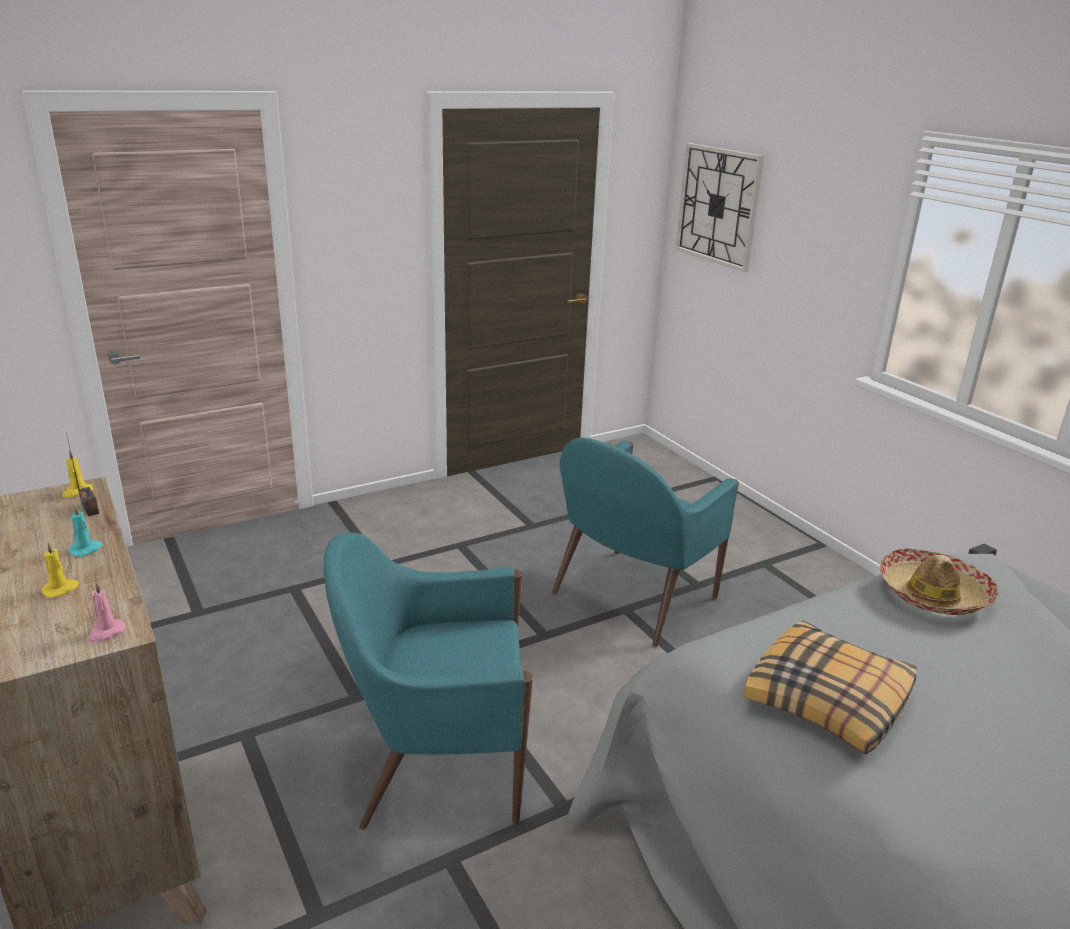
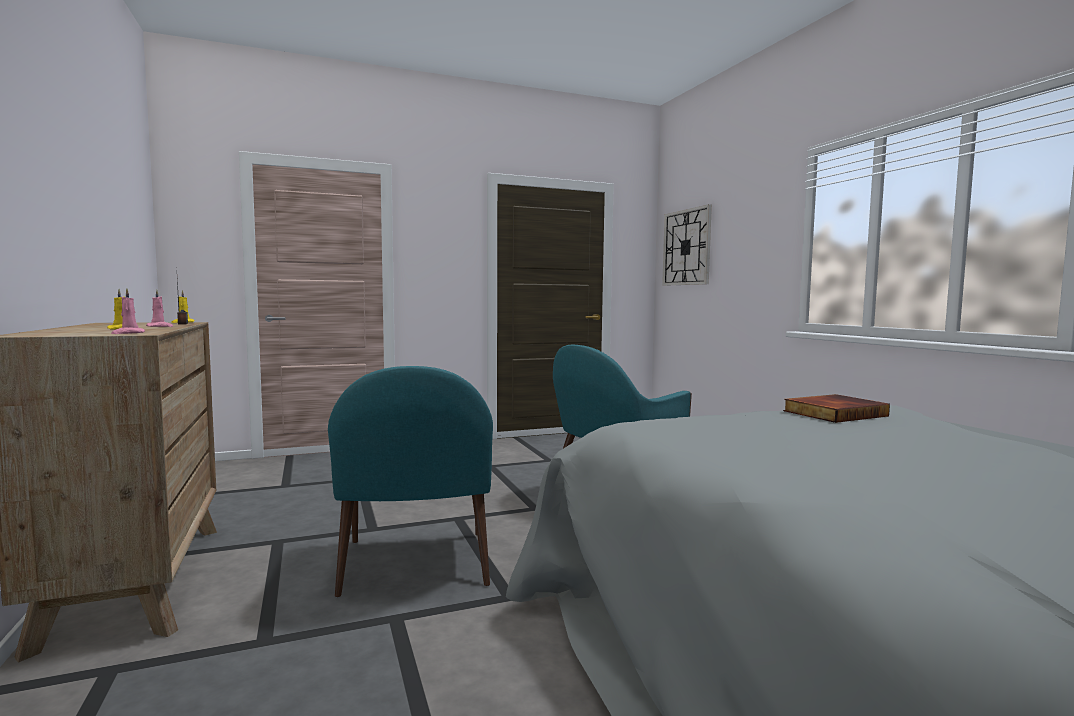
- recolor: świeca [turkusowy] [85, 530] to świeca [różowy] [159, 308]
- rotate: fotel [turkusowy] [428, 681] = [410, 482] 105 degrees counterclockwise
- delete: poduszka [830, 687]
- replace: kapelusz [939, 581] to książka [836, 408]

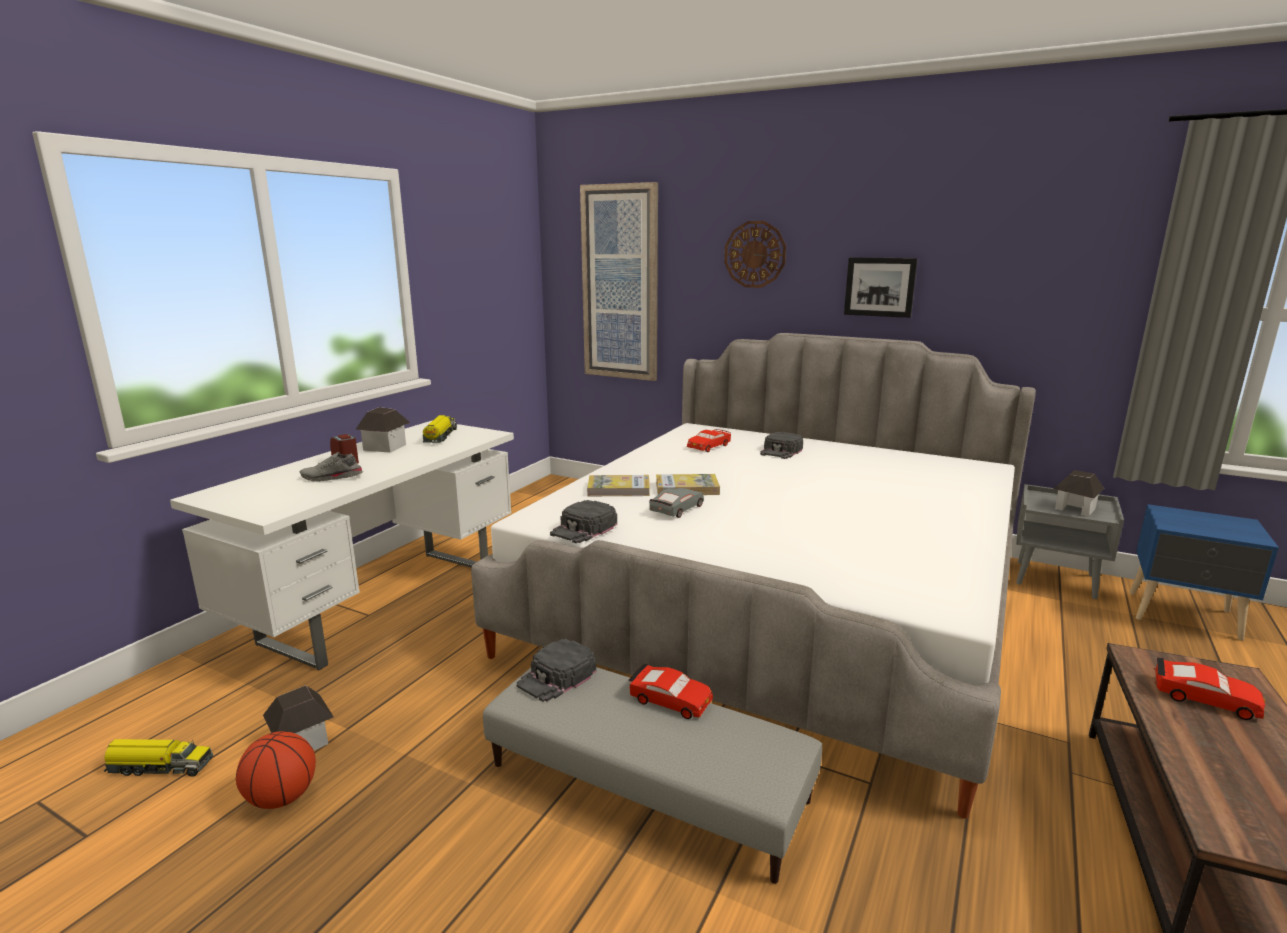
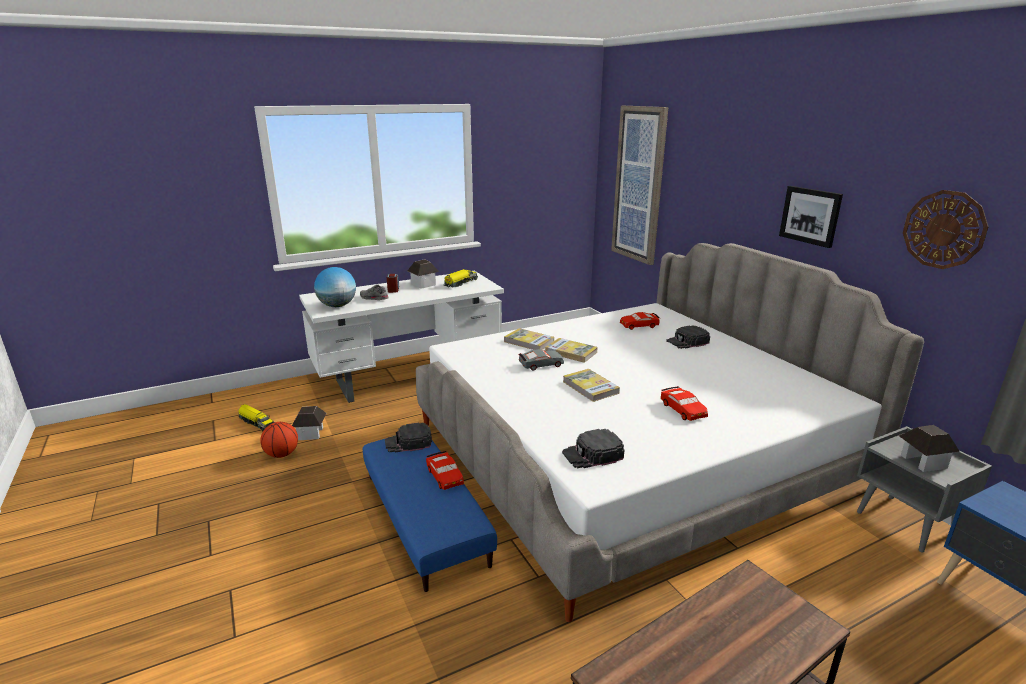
- recolor: pufa [szary] [652, 775] to pufa [niebieski] [430, 515]
- move: czapka z daszkiem [czarny] [583, 521] to [593, 448]
- move: zegar ścienny [755, 254] to [945, 229]
- move: samochodzik [czerwony] [1209, 689] to [684, 403]
- insert: globus [335, 287]
- insert: książka [591, 385]

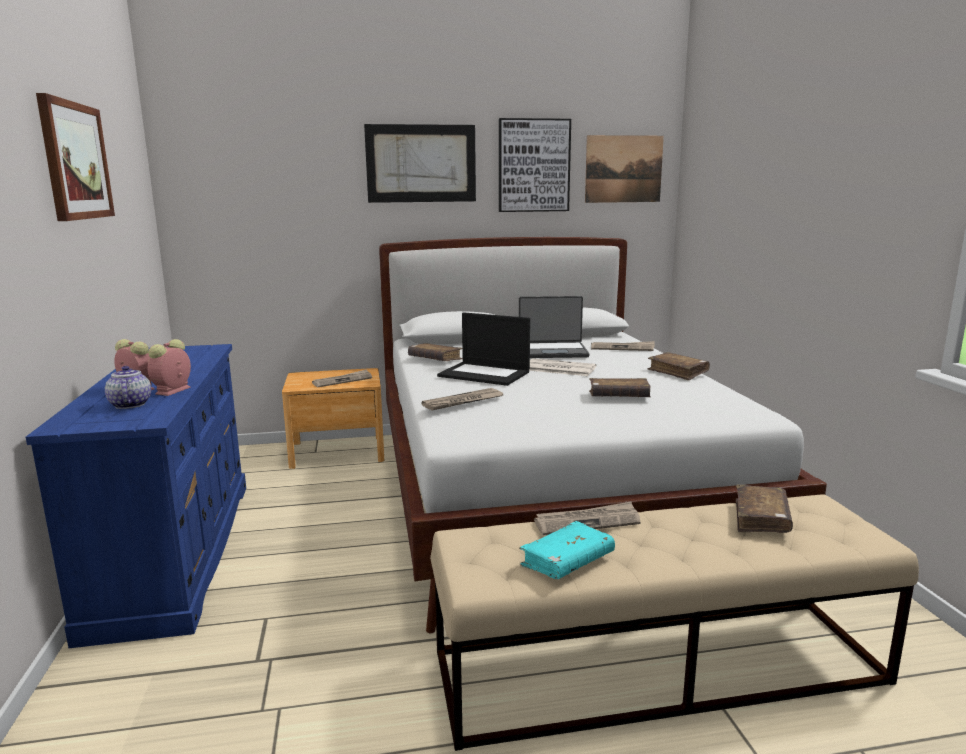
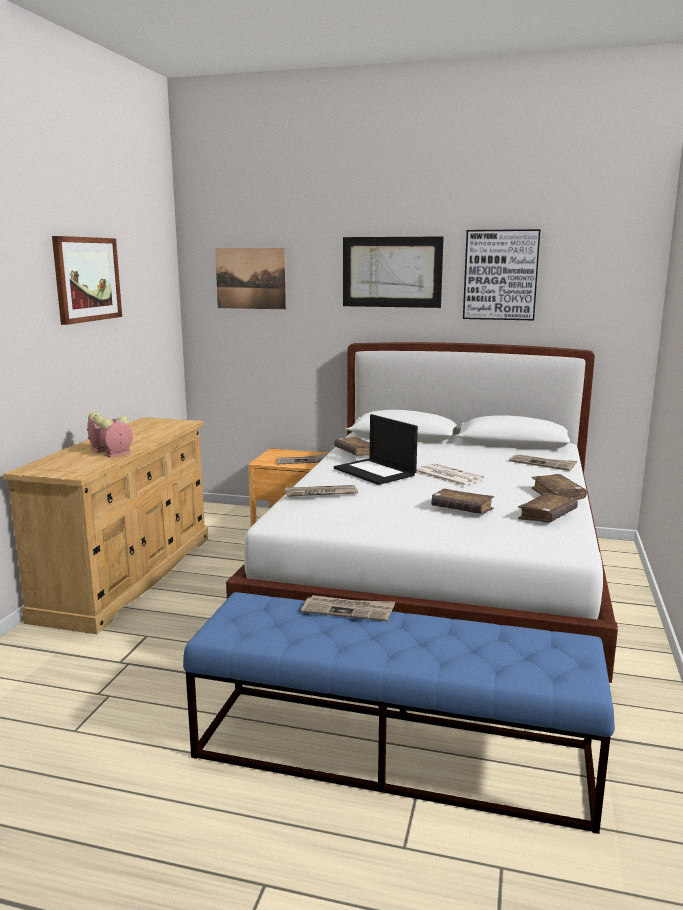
- recolor: komoda [niebieski] [136, 496] to komoda [beżowy] [105, 525]
- delete: imbryk [128, 387]
- recolor: ławka [beżowy] [674, 622] to ławka [niebieski] [399, 713]
- delete: laptop [554, 327]
- delete: książka [turkusowy] [567, 550]
- move: obraz [624, 169] to [250, 278]
- move: książka [brązowy] [764, 508] to [548, 508]

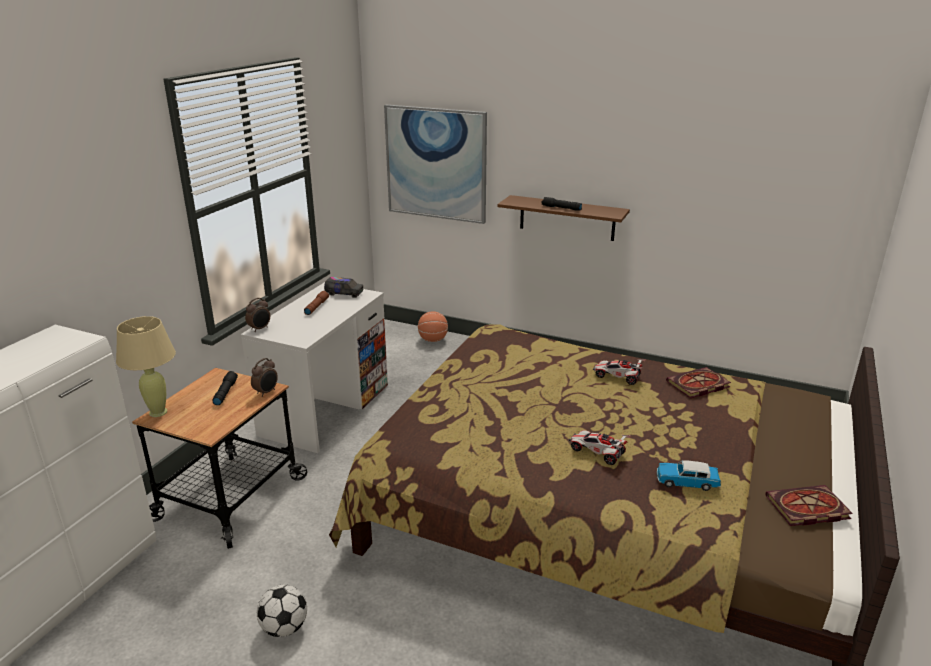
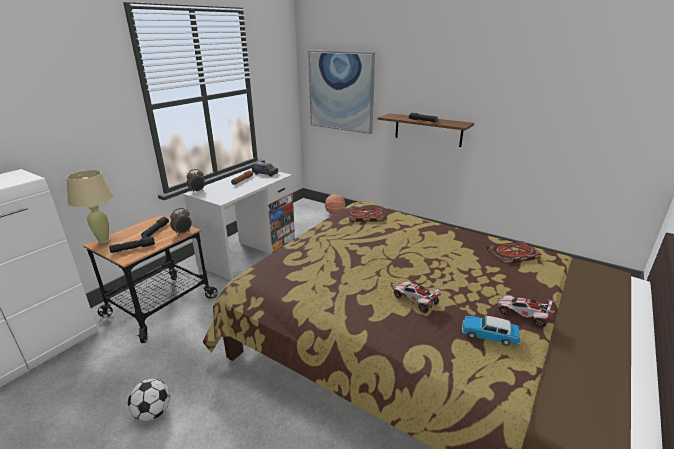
- move: samochodzik [619, 372] to [527, 311]
- move: książka [809, 505] to [366, 215]
- insert: latarka [czarny] [132, 245]

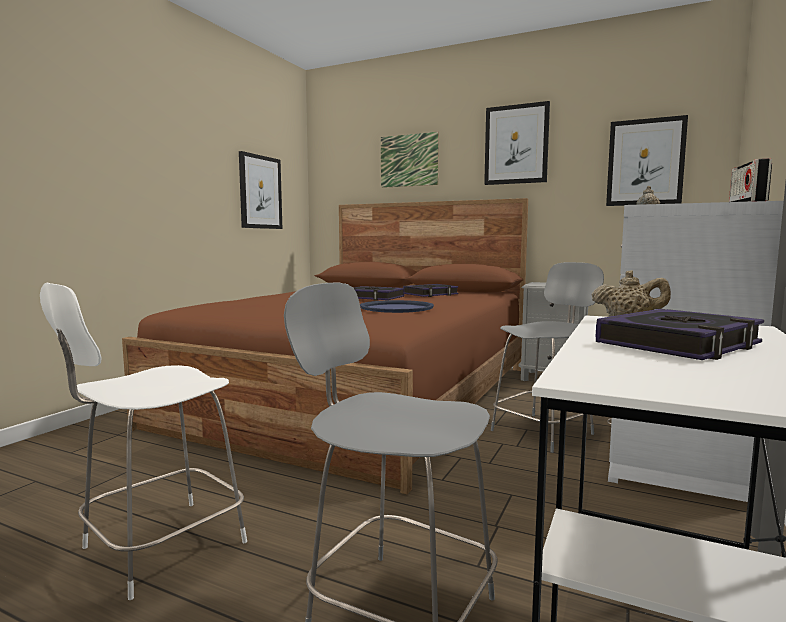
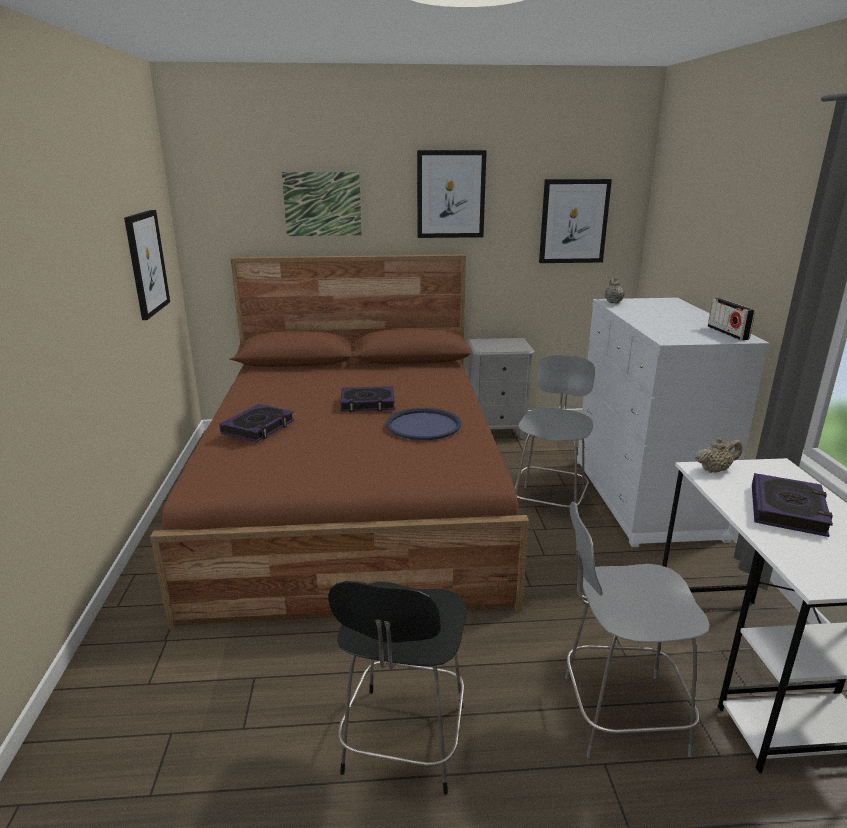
- recolor: krzesło [biały] [143, 441] to krzesło [czarny] [397, 688]
- move: książka [431, 290] to [257, 423]

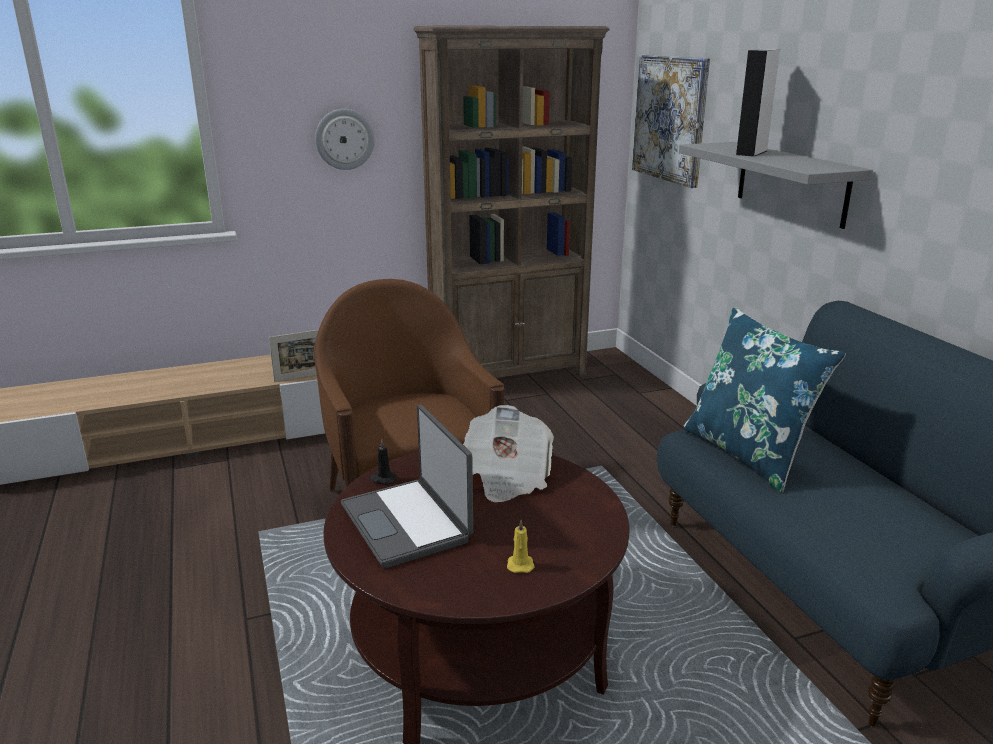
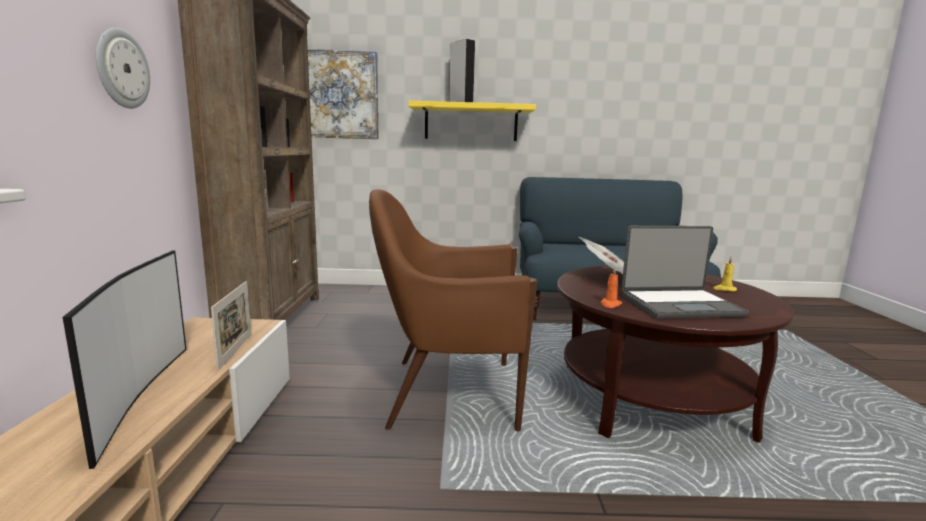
- recolor: świeca [czarny] [383, 462] to świeca [pomarańczowy] [611, 287]
- recolor: półka [szary] [776, 185] to półka [żółty] [472, 121]
- delete: poduszka [niebieski] [764, 400]
- insert: telewizor [125, 360]

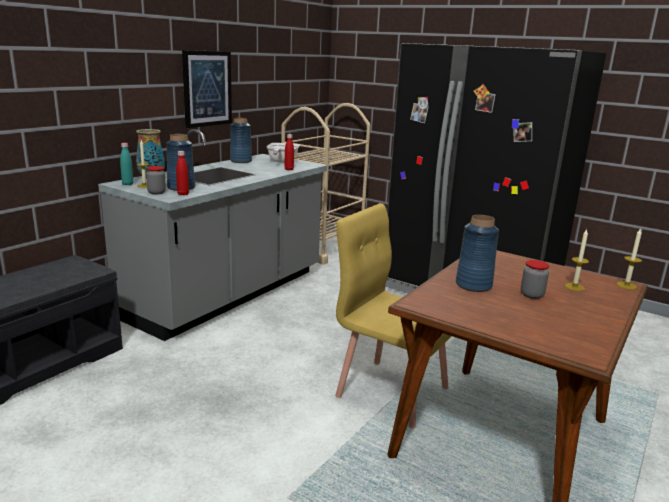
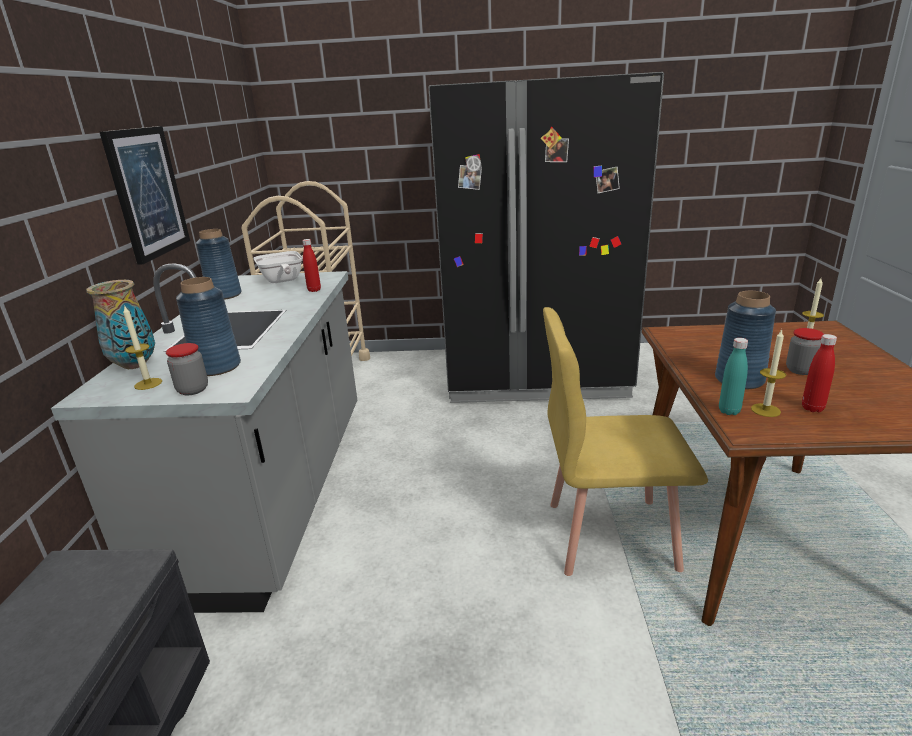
- move: butelka [turkusowy] [126, 164] to [733, 376]
- move: butelka [czerwony] [182, 173] to [819, 373]
- move: świeca [629, 259] to [768, 373]

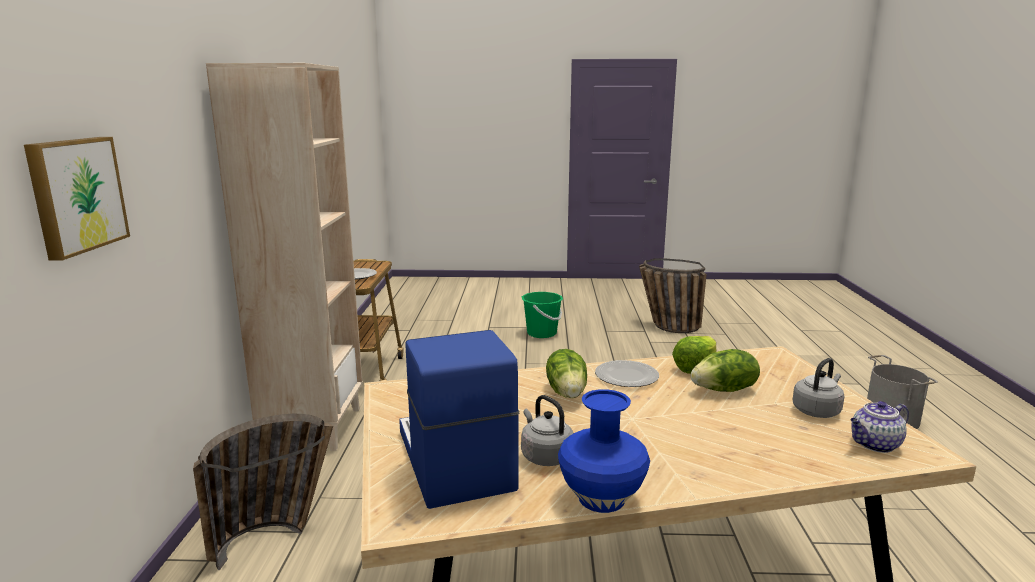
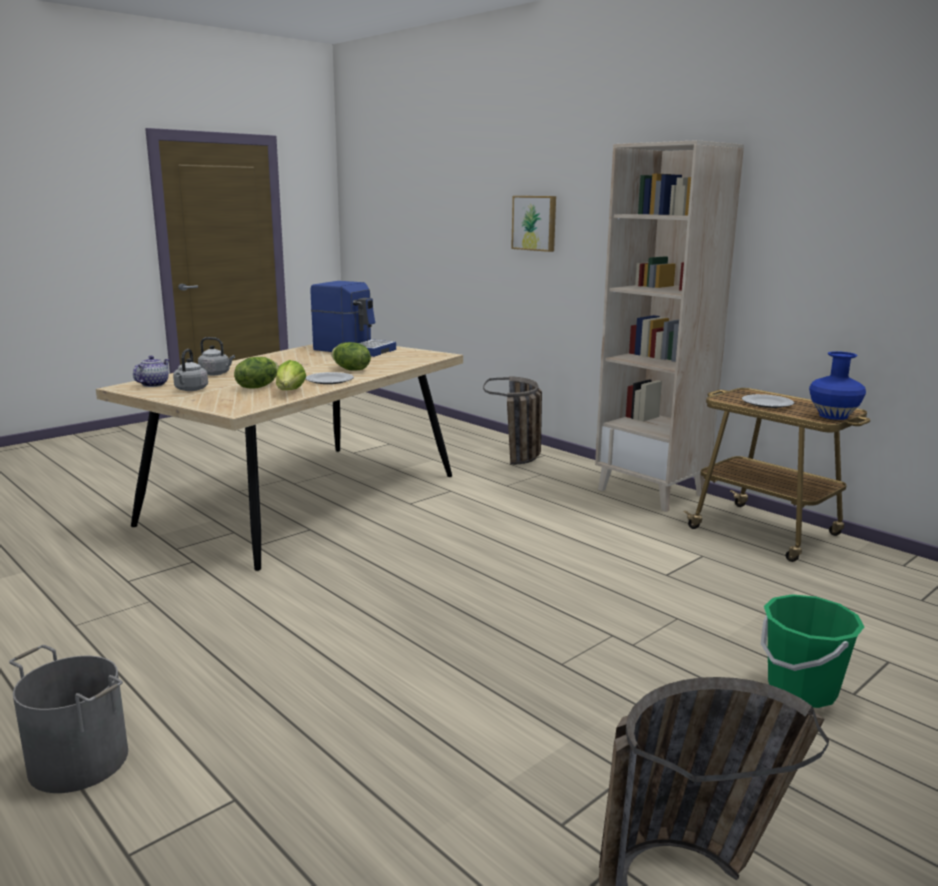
- move: czajnik [szary] [547, 430] to [216, 356]
- move: wazon [niebieski] [604, 451] to [837, 385]

